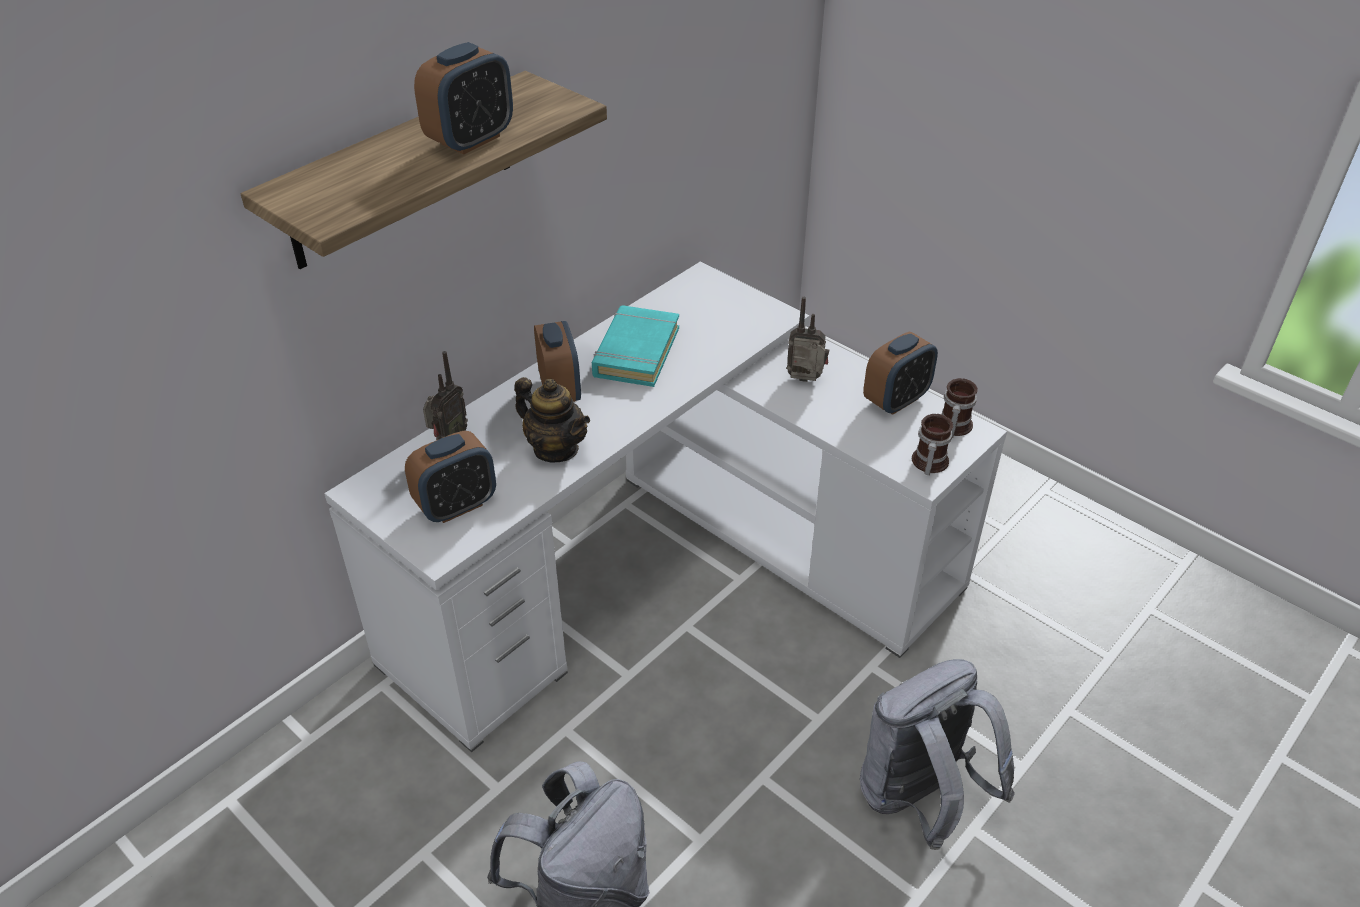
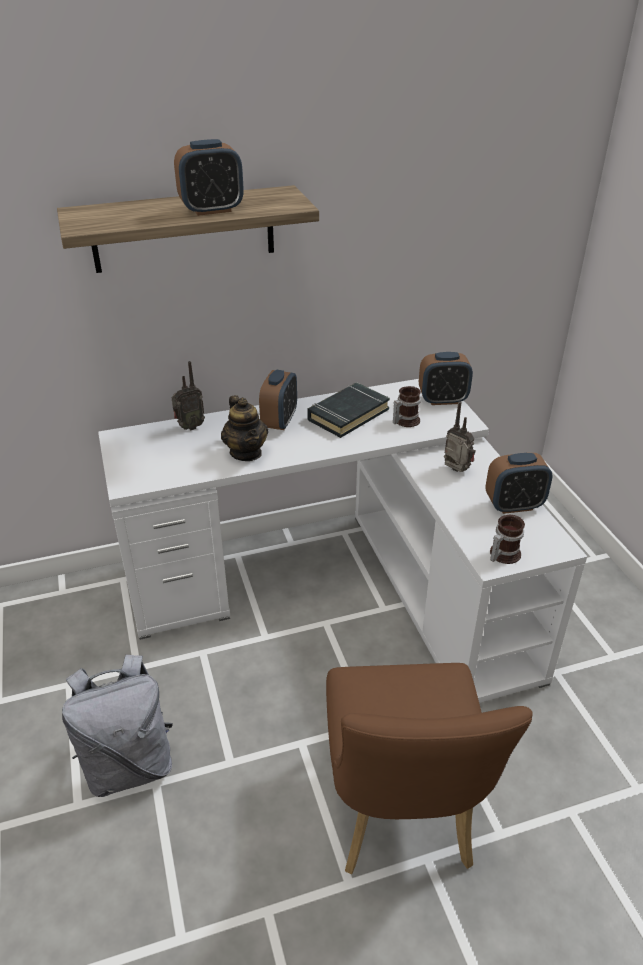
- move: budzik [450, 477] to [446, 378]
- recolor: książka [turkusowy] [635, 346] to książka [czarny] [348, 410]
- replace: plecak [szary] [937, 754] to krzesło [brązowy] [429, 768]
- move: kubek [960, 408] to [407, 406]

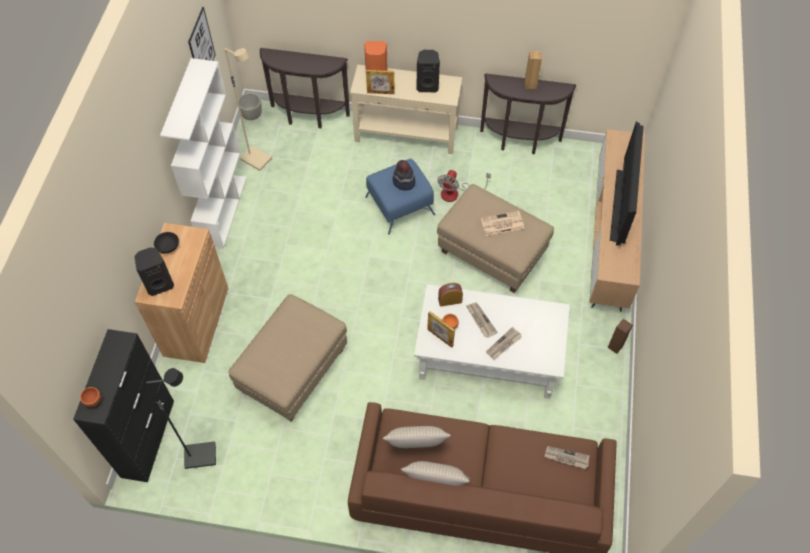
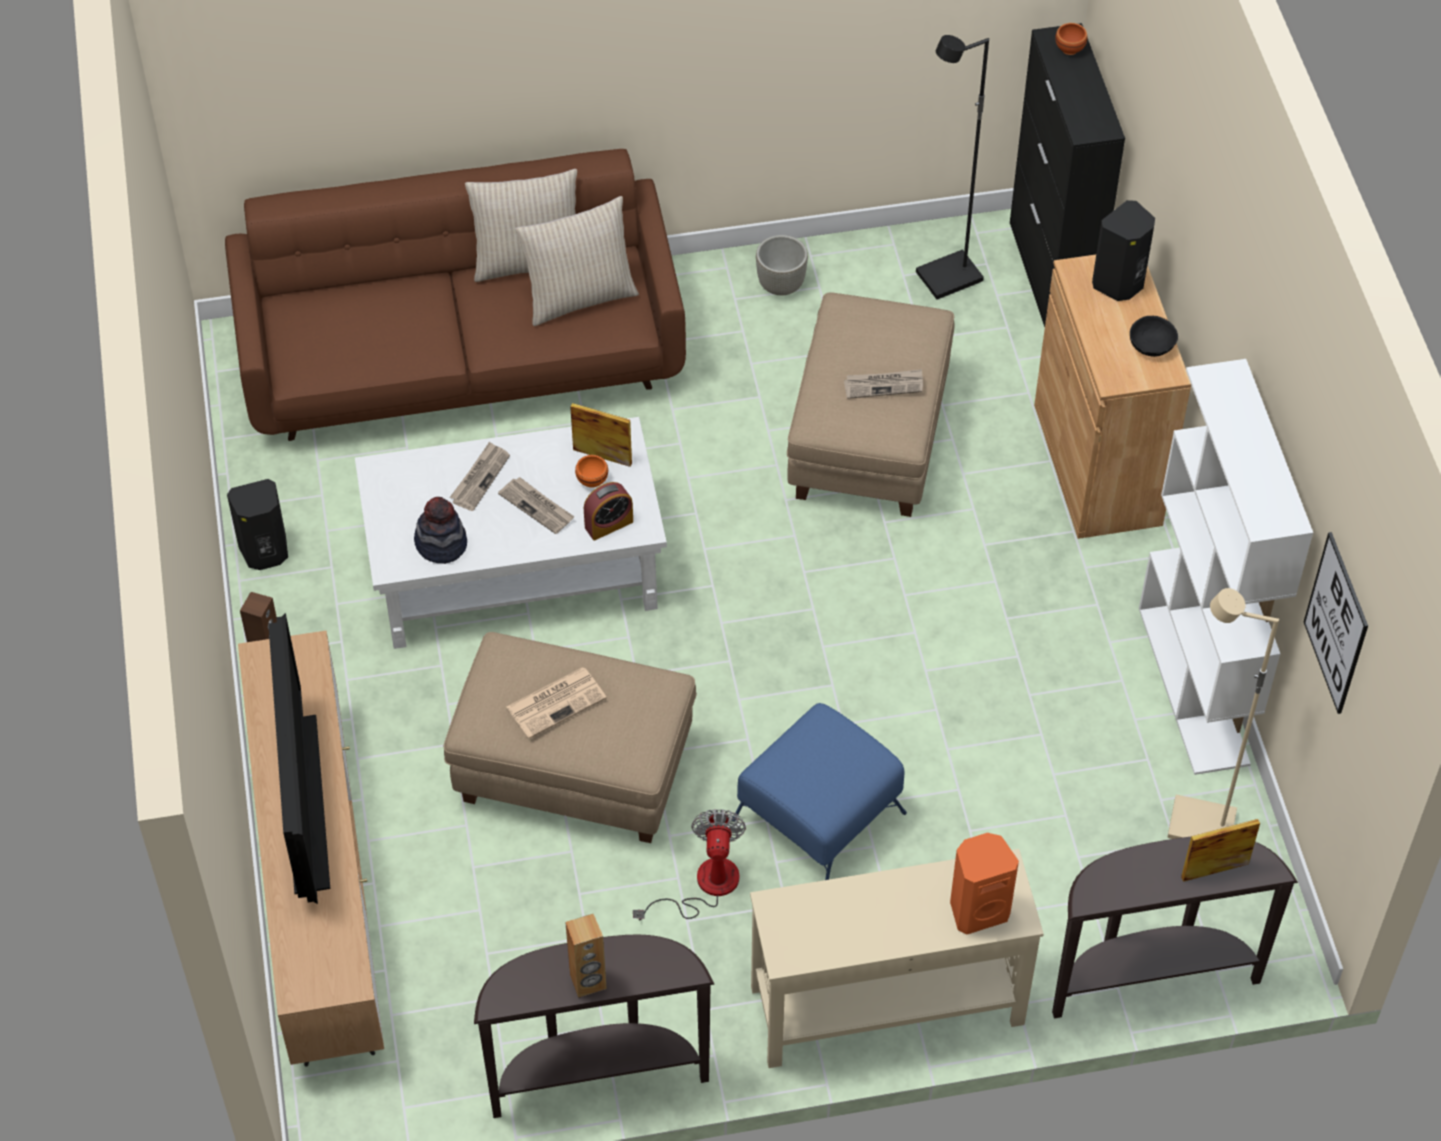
- move: donica [szary] [250, 106] to [782, 265]
- move: ramka na zdjęcie [380, 82] to [1220, 850]
- move: kapelusz [403, 175] to [440, 530]
- move: głośnik [czarny] [428, 71] to [257, 524]
- move: gazeta [567, 457] to [883, 384]

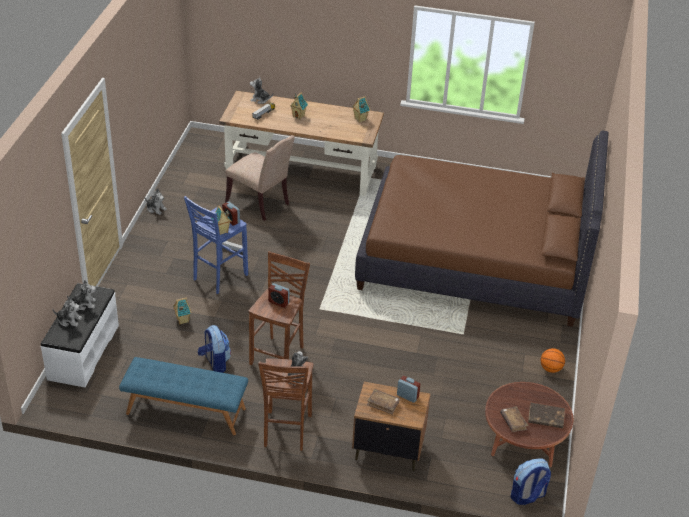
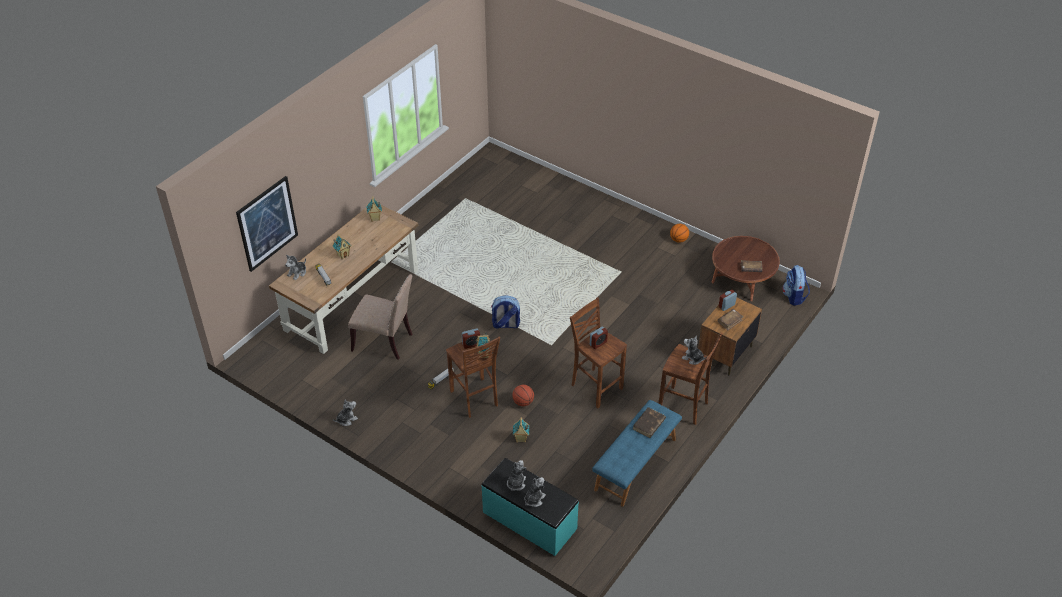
- recolor: ławka [biały] [79, 335] to ławka [turkusowy] [530, 507]
- recolor: stołek [niebieski] [216, 245] to stołek [brązowy] [473, 377]
- move: plecak [214, 349] to [505, 312]
- rotate: krzesło [beżowy] [260, 178] = [380, 317] 45 degrees clockwise
- delete: łóżko [brązowy] [481, 229]
- move: książka [brązowy] [546, 415] to [649, 422]
- insert: obraz [267, 224]
- insert: piłka do koszykówki [523, 395]

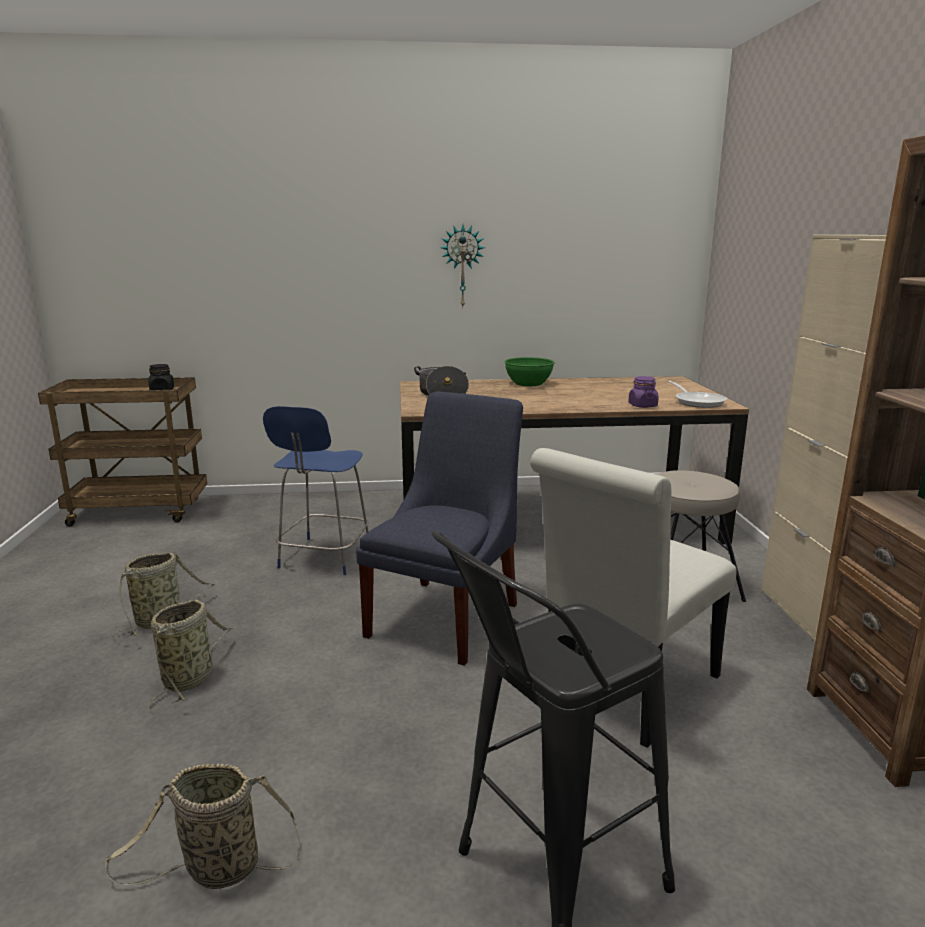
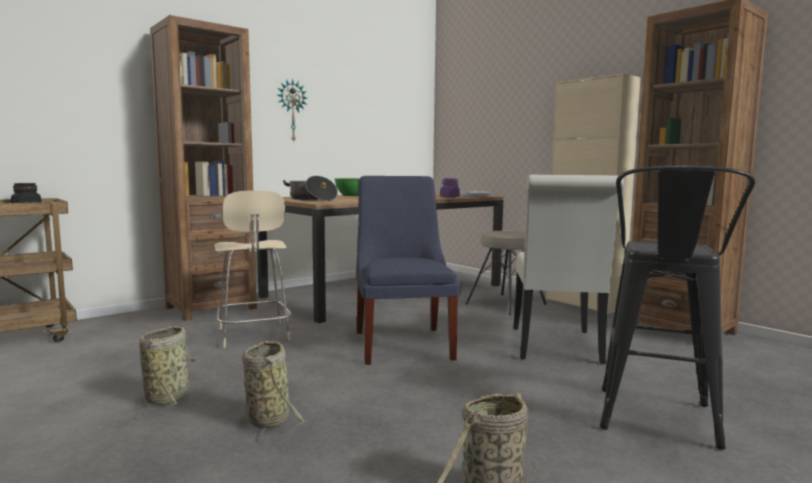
- recolor: krzesło [niebieski] [316, 490] to krzesło [beżowy] [253, 269]
- insert: regał [brązowy] [203, 168]

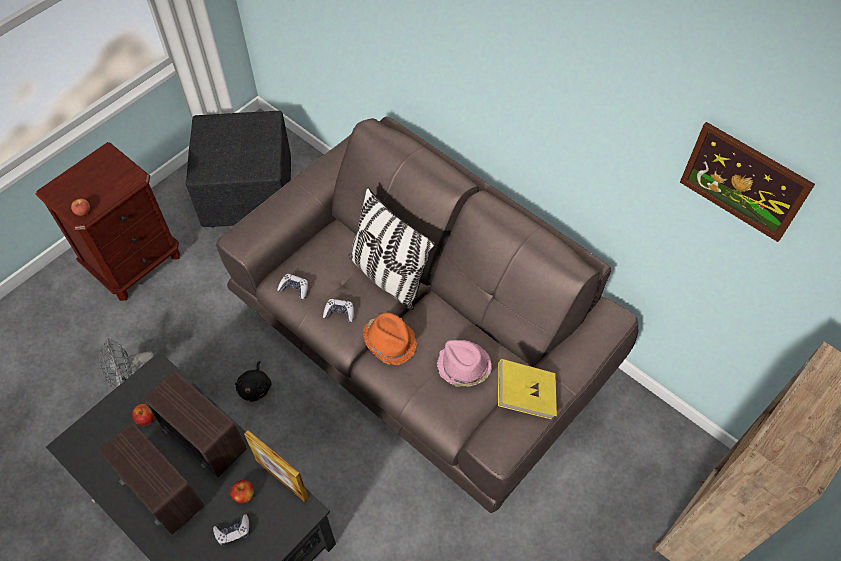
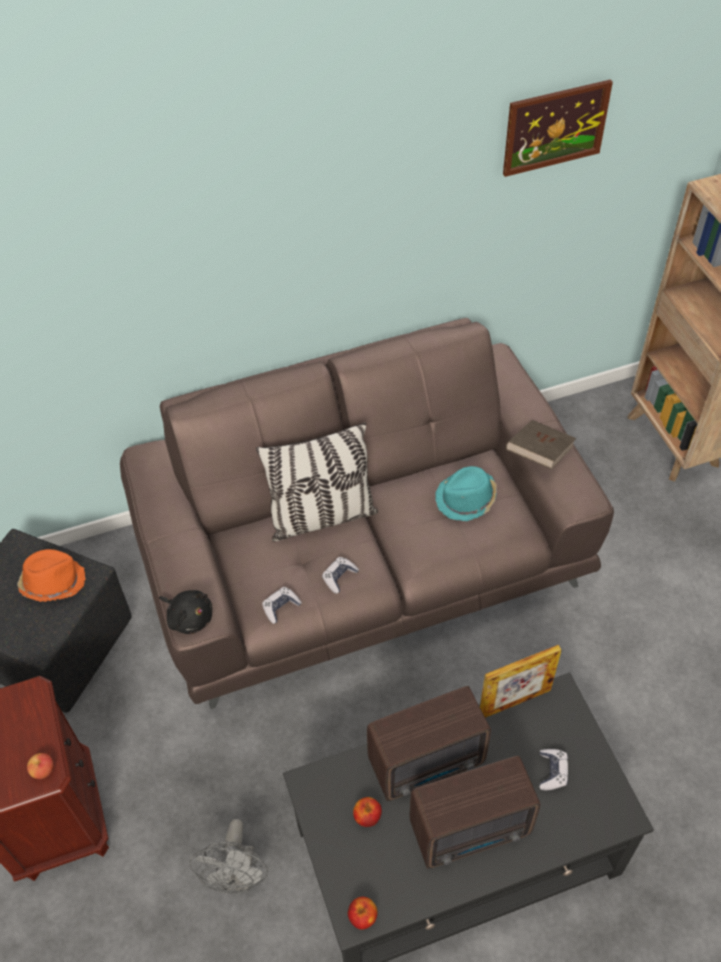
- move: jabłko [242, 491] to [362, 913]
- move: pluszak [czarny] [253, 381] to [185, 612]
- move: kapelusz [pomarańczowy] [390, 339] to [51, 575]
- recolor: kapelusz [różowy] [464, 363] to kapelusz [turkusowy] [466, 493]
- recolor: książka [żółty] [527, 389] to książka [brązowy] [541, 444]

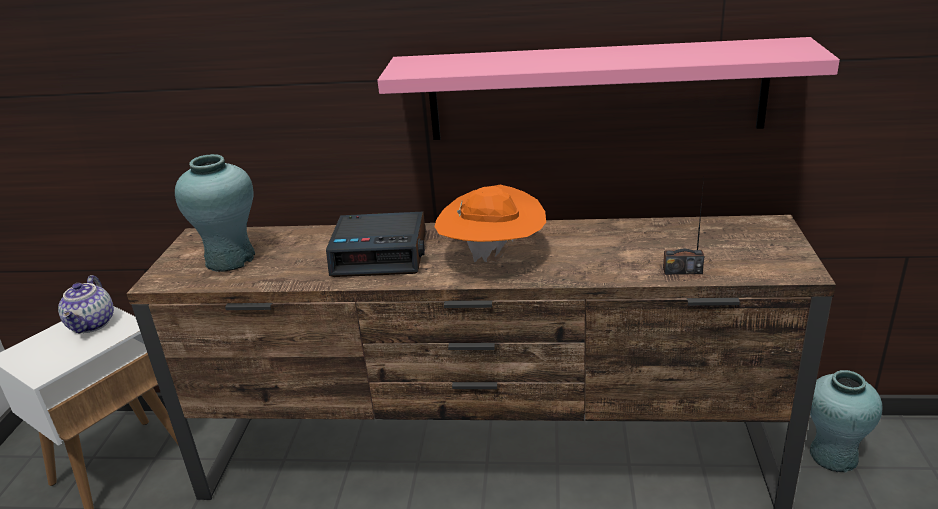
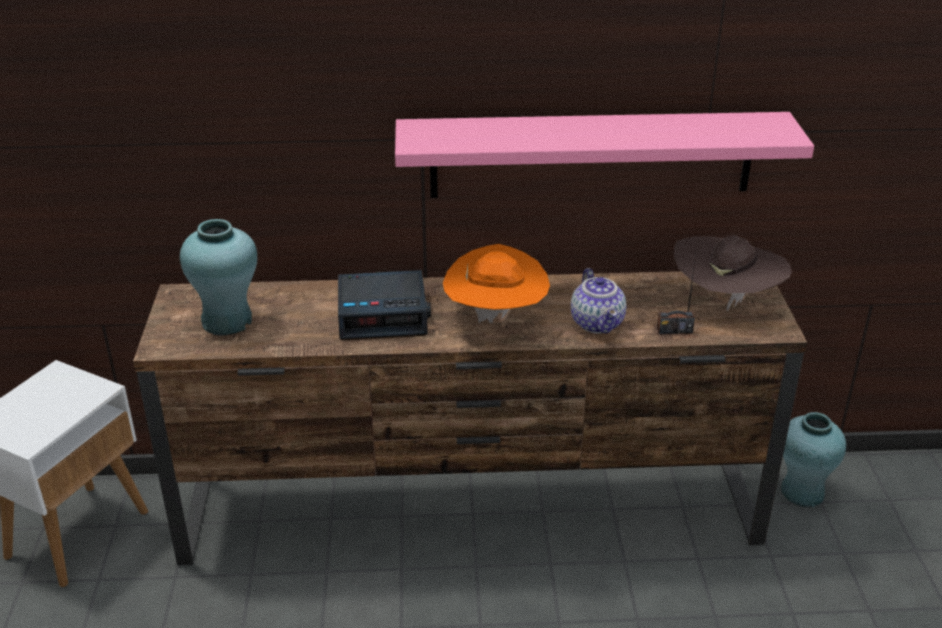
- move: imbryk [86, 304] to [598, 301]
- insert: kapelusz [brązowy] [733, 273]

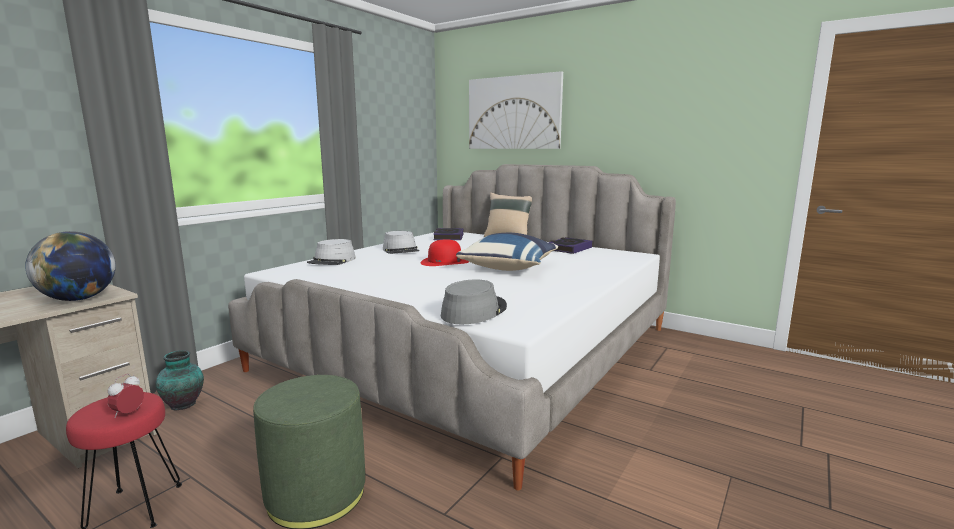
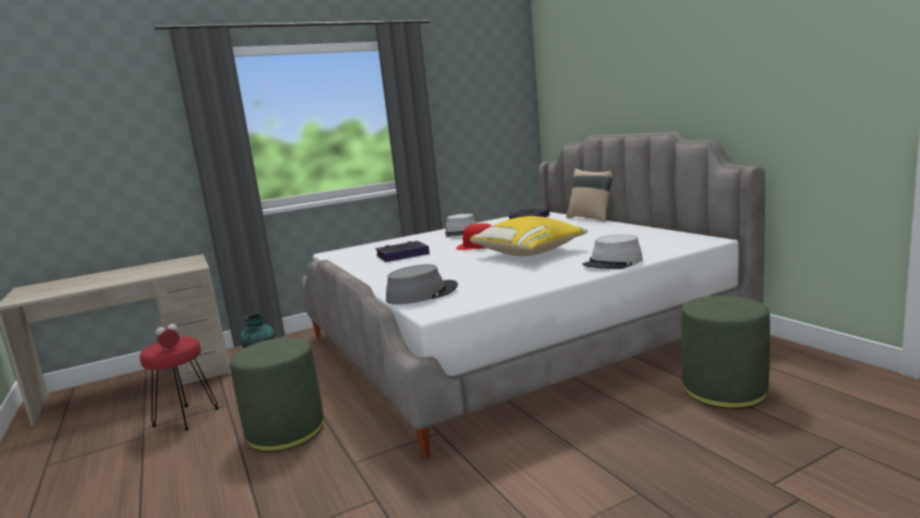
- delete: globus [70, 266]
- move: kapelusz [szary] [331, 252] to [612, 251]
- recolor: poduszka [niebieski] [507, 252] to poduszka [żółty] [529, 236]
- delete: obraz [516, 110]
- move: książka [570, 245] to [402, 251]
- insert: pufa [zielony] [725, 352]

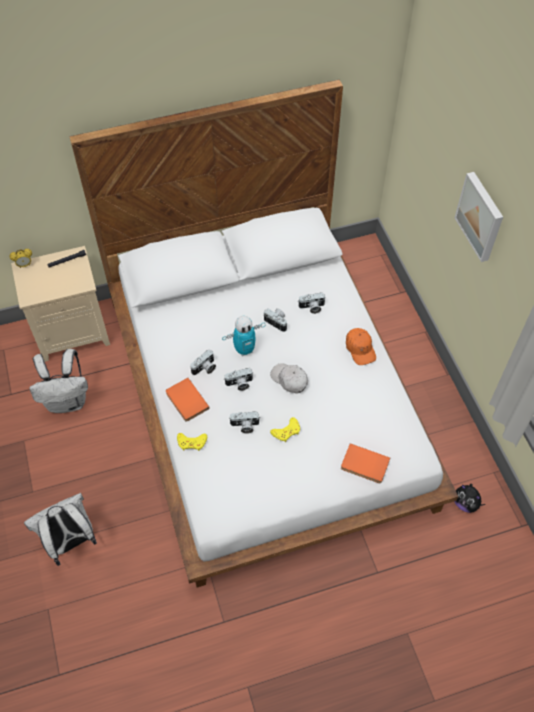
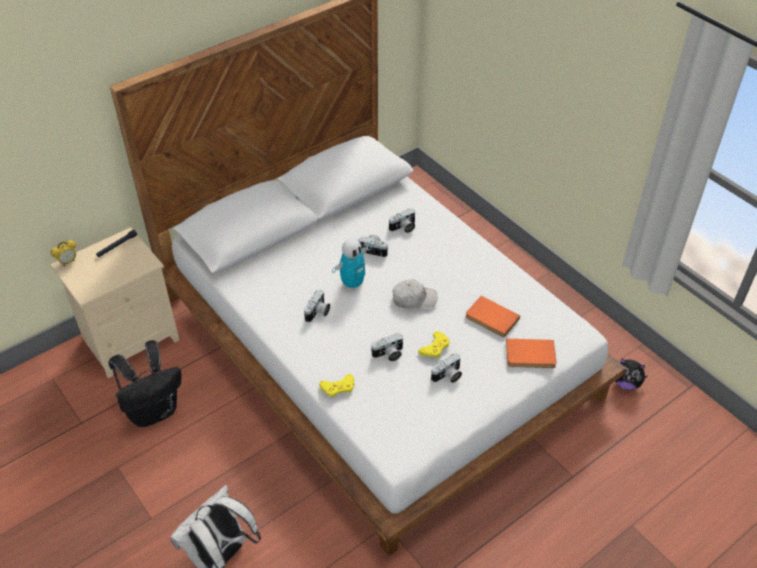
- recolor: plecak [biały] [58, 381] to plecak [czarny] [145, 383]
- move: książka [pomarańczowy] [188, 400] to [493, 316]
- move: aparat fotograficzny [238, 379] to [446, 368]
- rotate: czapka z daszkiem [biały] [289, 378] = [415, 293] 150 degrees clockwise
- delete: czapka z daszkiem [pomarańczowy] [361, 346]
- delete: obraz [478, 217]

